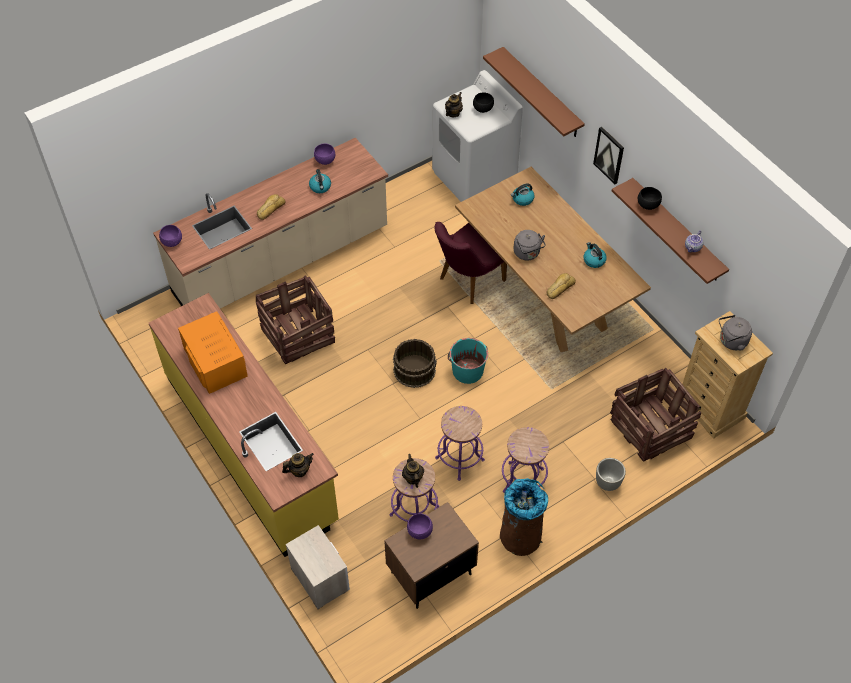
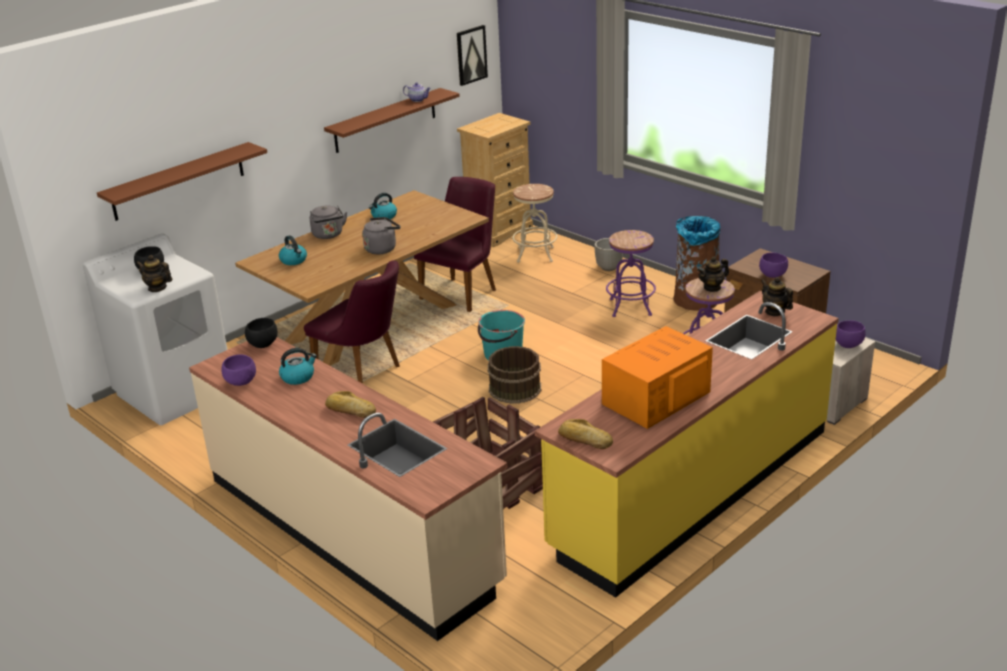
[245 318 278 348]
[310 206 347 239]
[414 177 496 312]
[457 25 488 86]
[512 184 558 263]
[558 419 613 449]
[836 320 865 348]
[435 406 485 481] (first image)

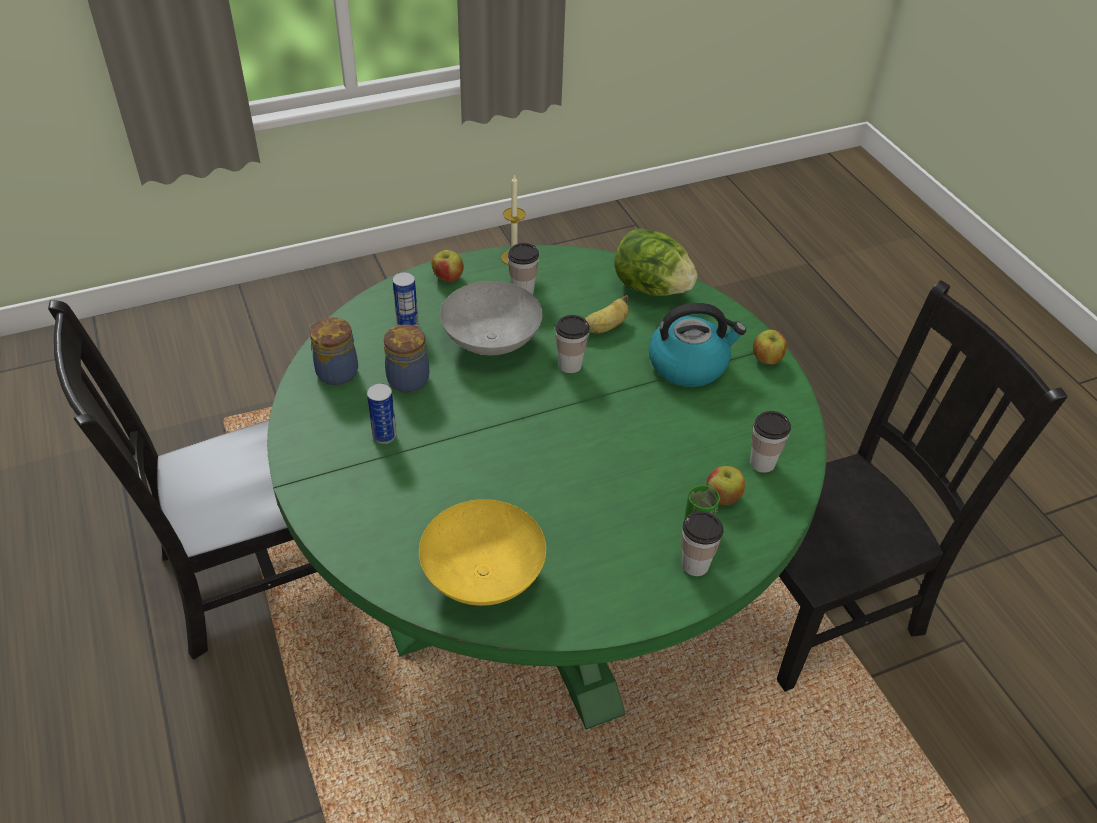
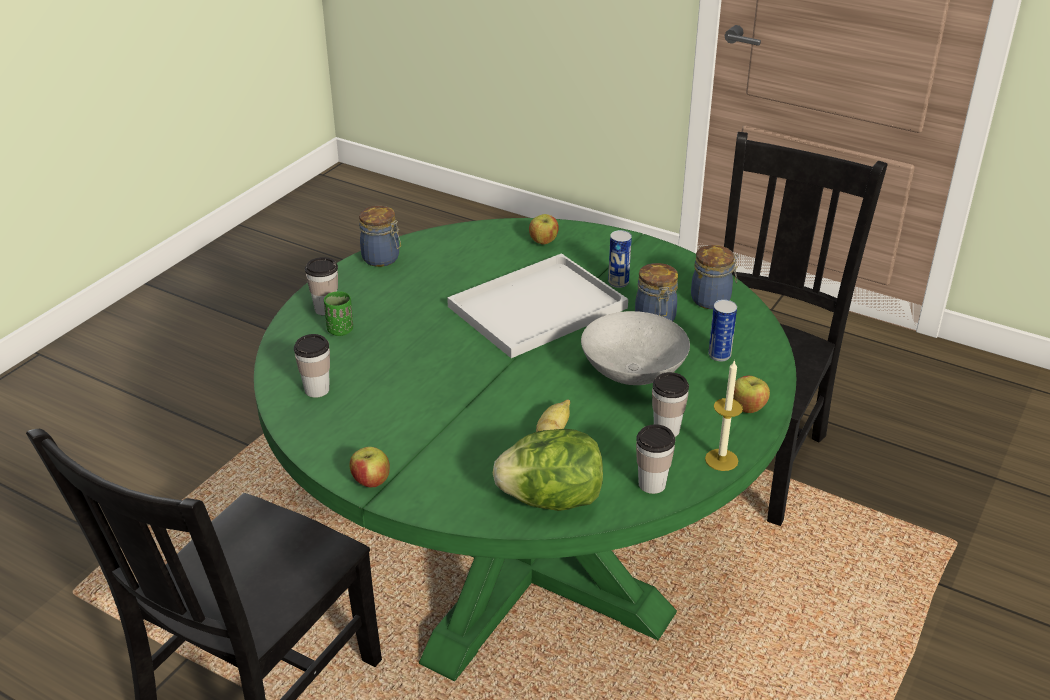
[359 206 401 267]
[447 253 628 358]
[529 214 559 244]
[636 424 675 494]
[419 499 546 606] (first image)
[649 303 746 387] (first image)

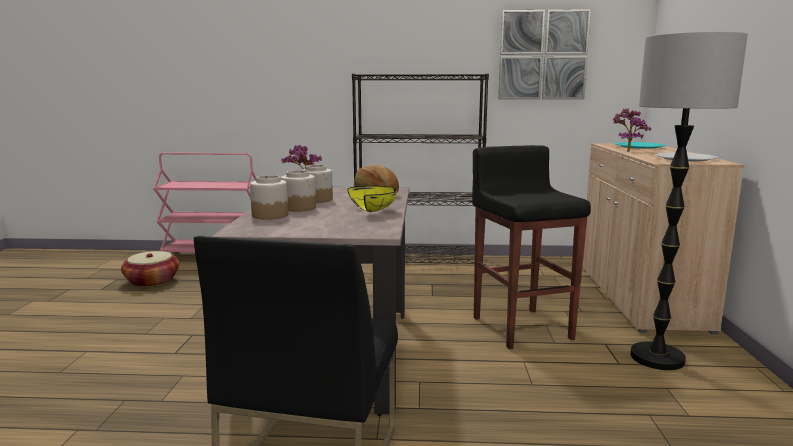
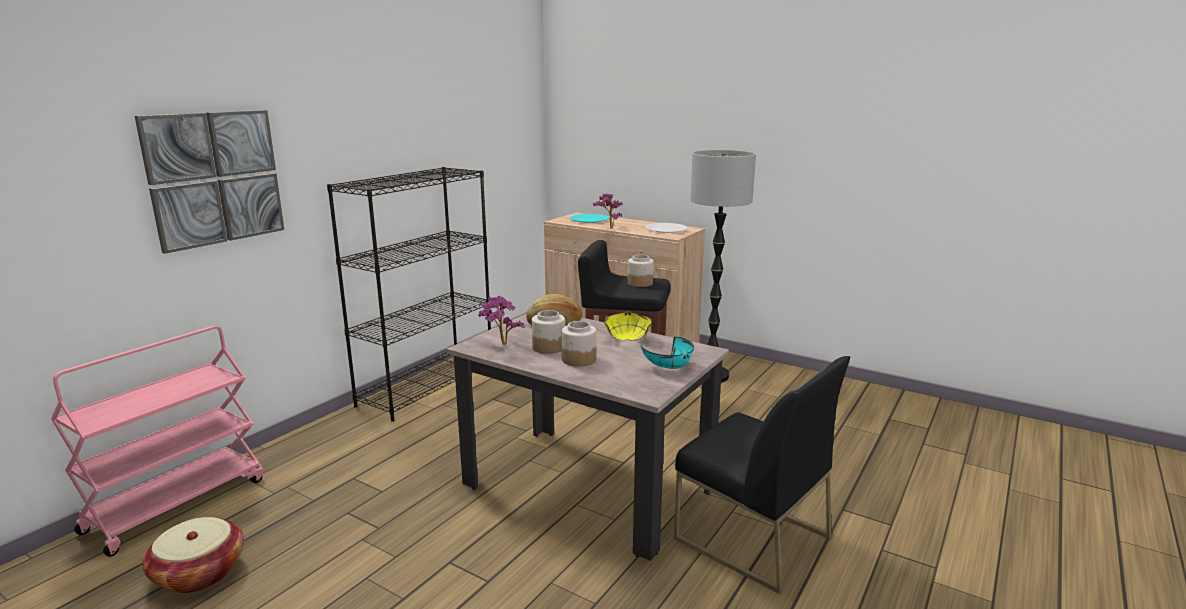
[135 110 284 254]
[628 255 654 287]
[641 337 694 369]

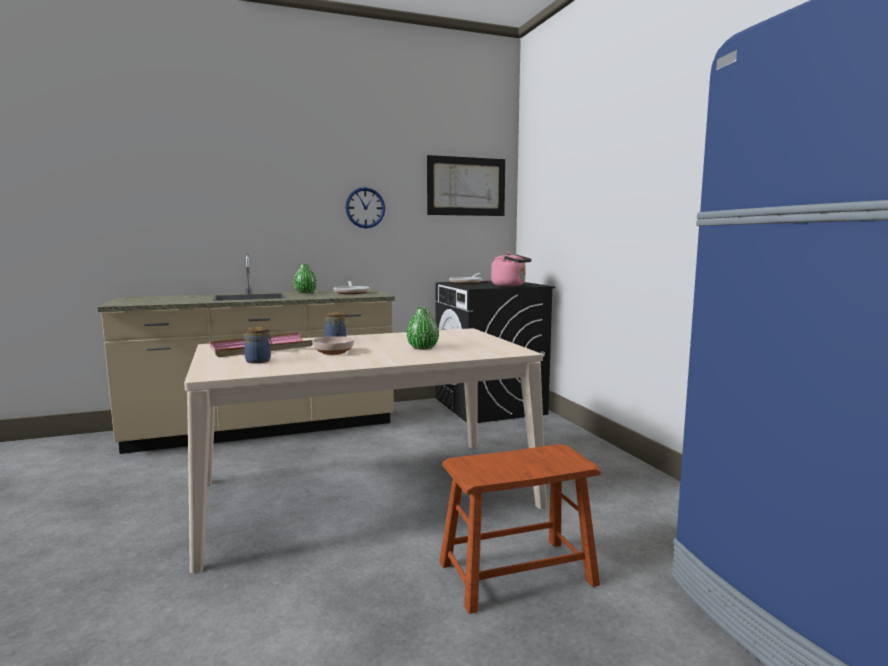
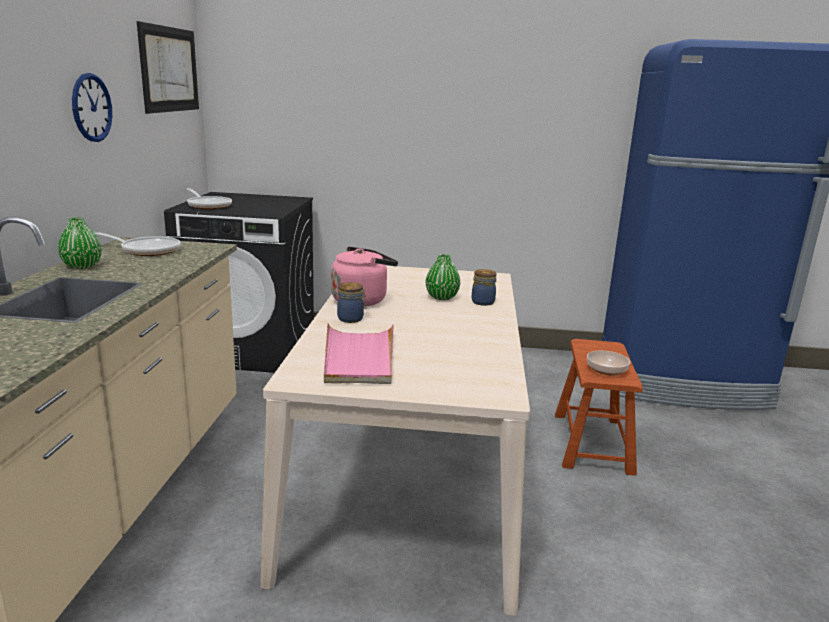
[331 247 398 307]
[472 269 497 306]
[587 351 630 376]

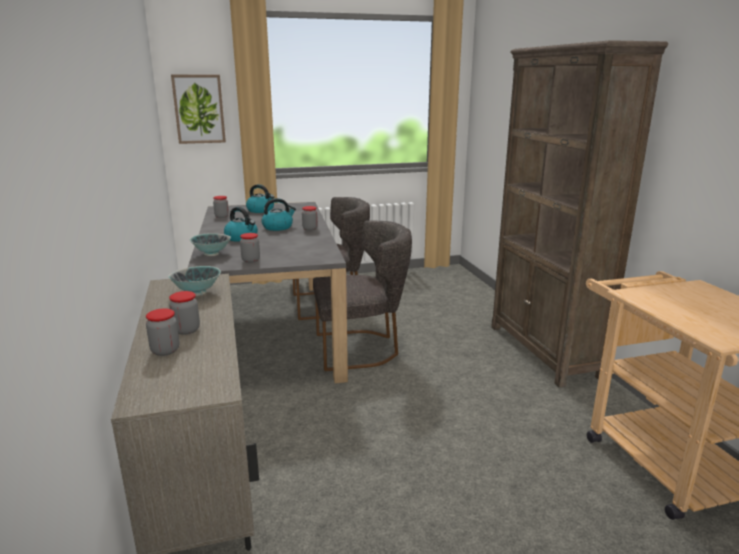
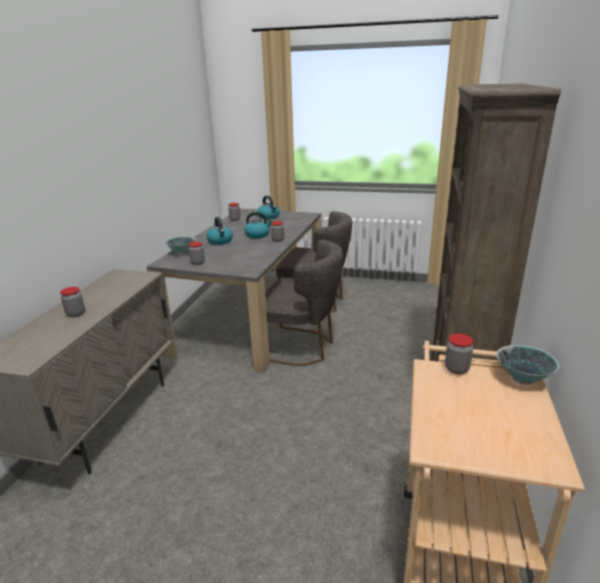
[445 333 473 374]
[496 345 559 385]
[171 75 226 144] (first image)

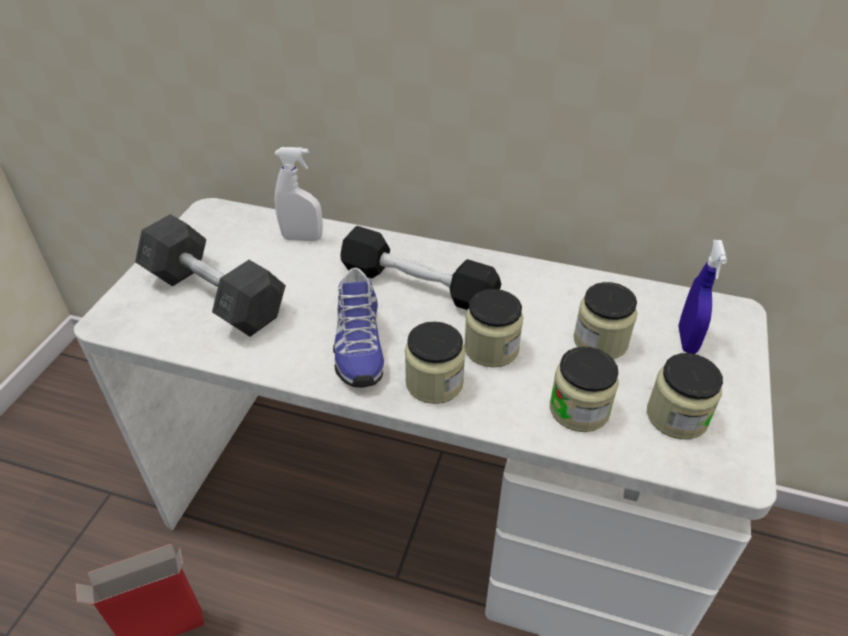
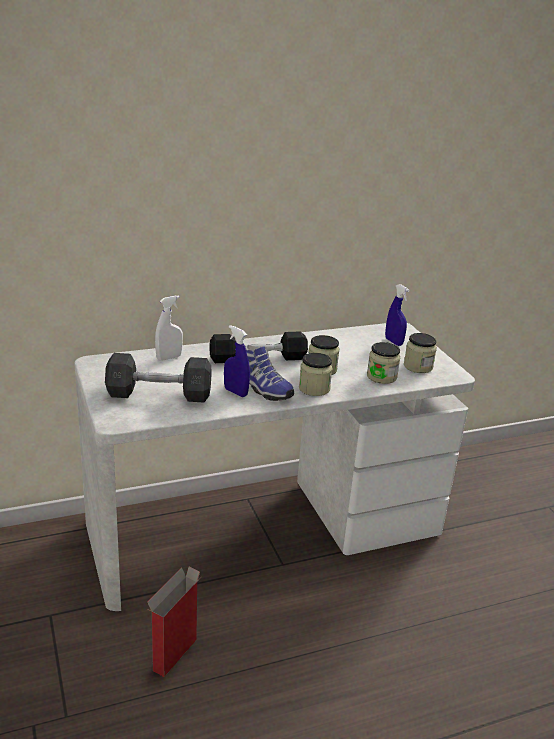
[224 325 250 397]
[573 282 638 359] (first image)

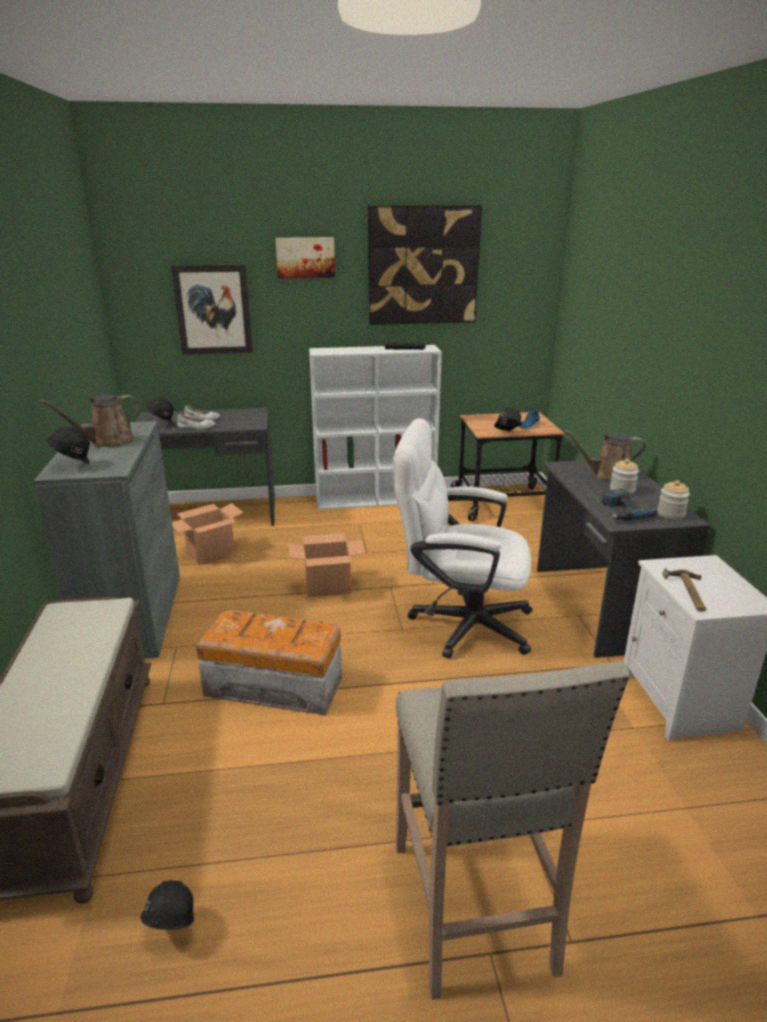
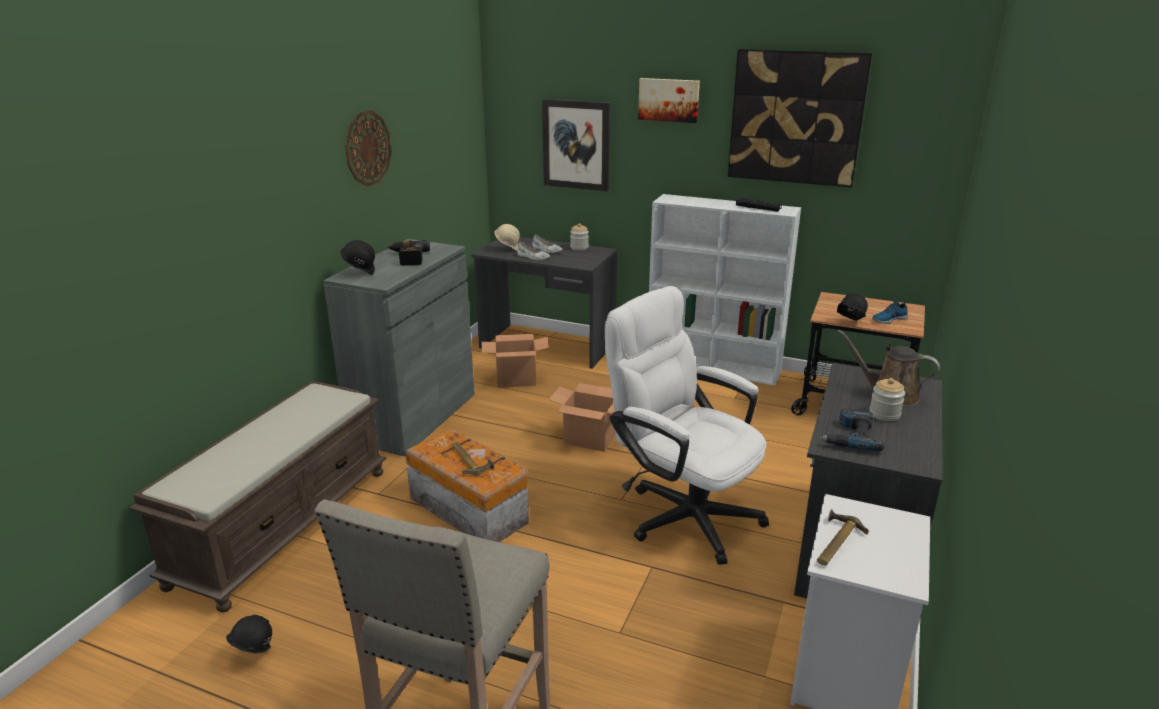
[345 110 391 186]
[386 240 430 265]
[452 442 494 475]
[494 224 520 251]
[570 223 589 250]

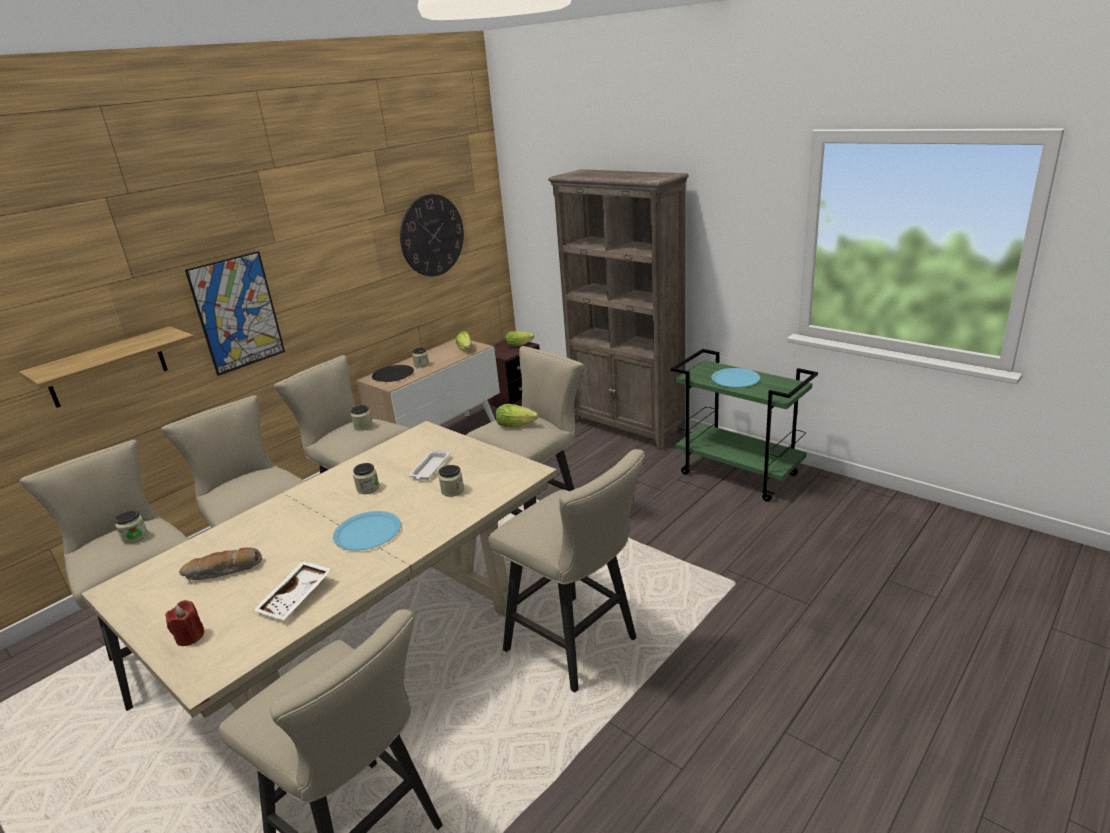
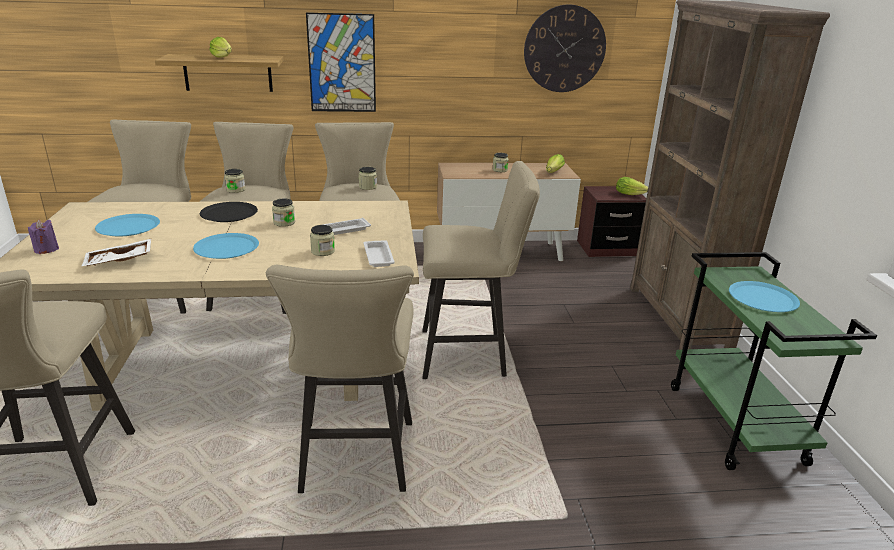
[28 220 59 254]
[95 214 160 236]
[200 202 258 222]
[210 37 232 57]
[224 169 245 193]
[363 240 395 267]

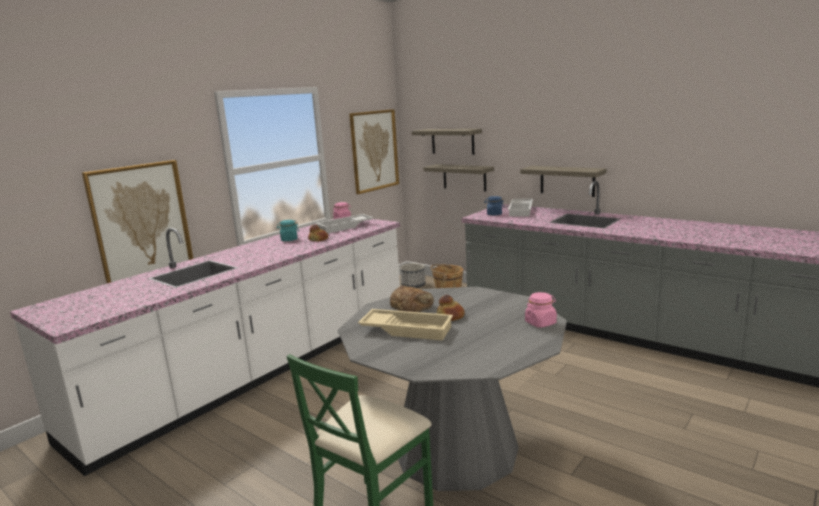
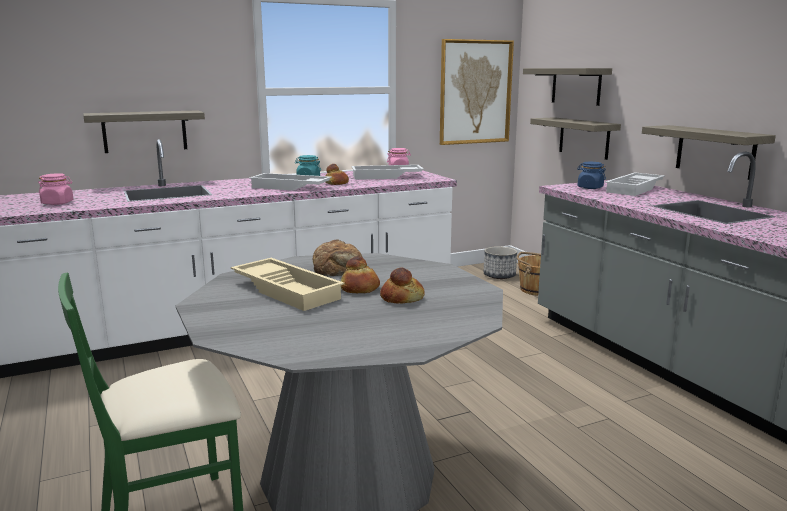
[38 173 73 205]
[83 110 205 153]
[249 173 332 190]
[380 267 425 304]

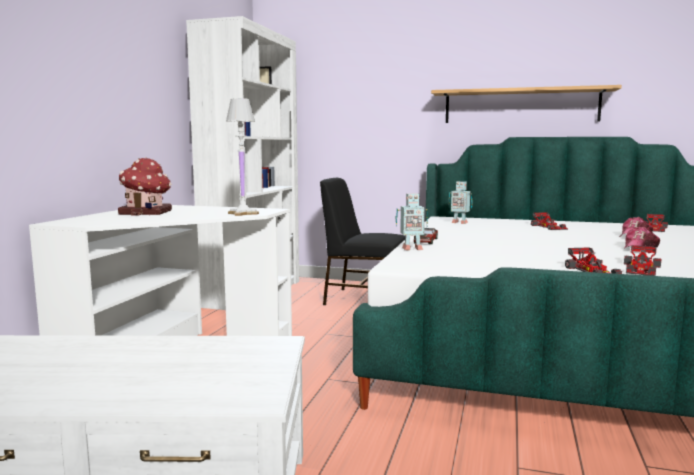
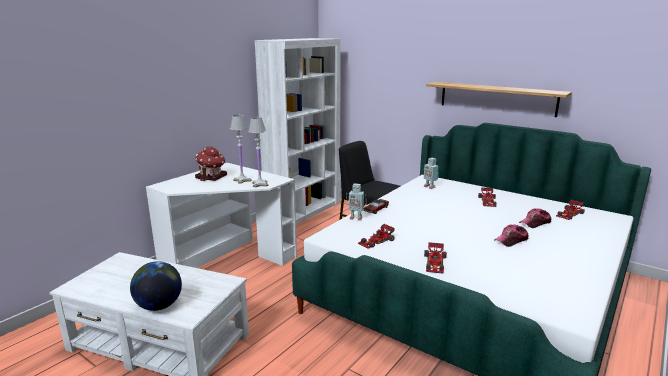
[130 261 182 311]
[230 115 251 183]
[358 224 395 248]

